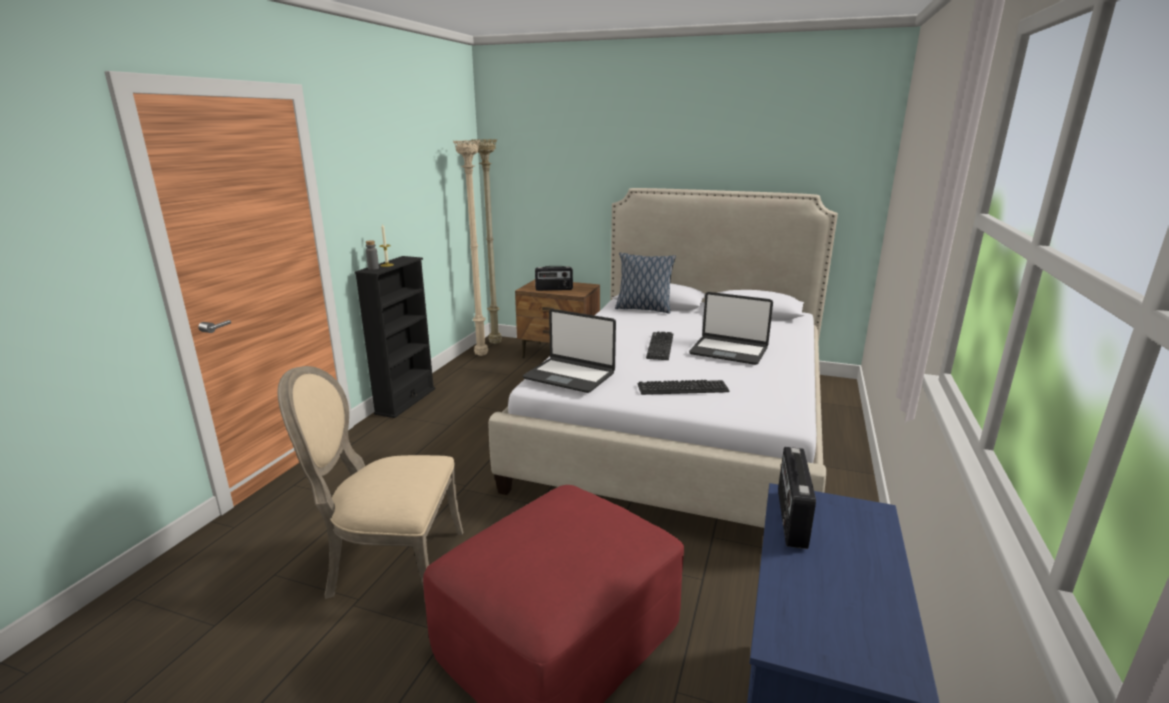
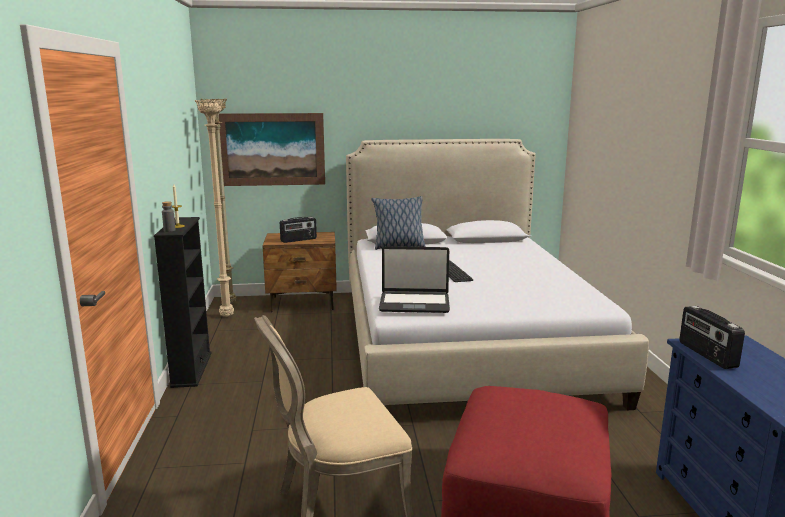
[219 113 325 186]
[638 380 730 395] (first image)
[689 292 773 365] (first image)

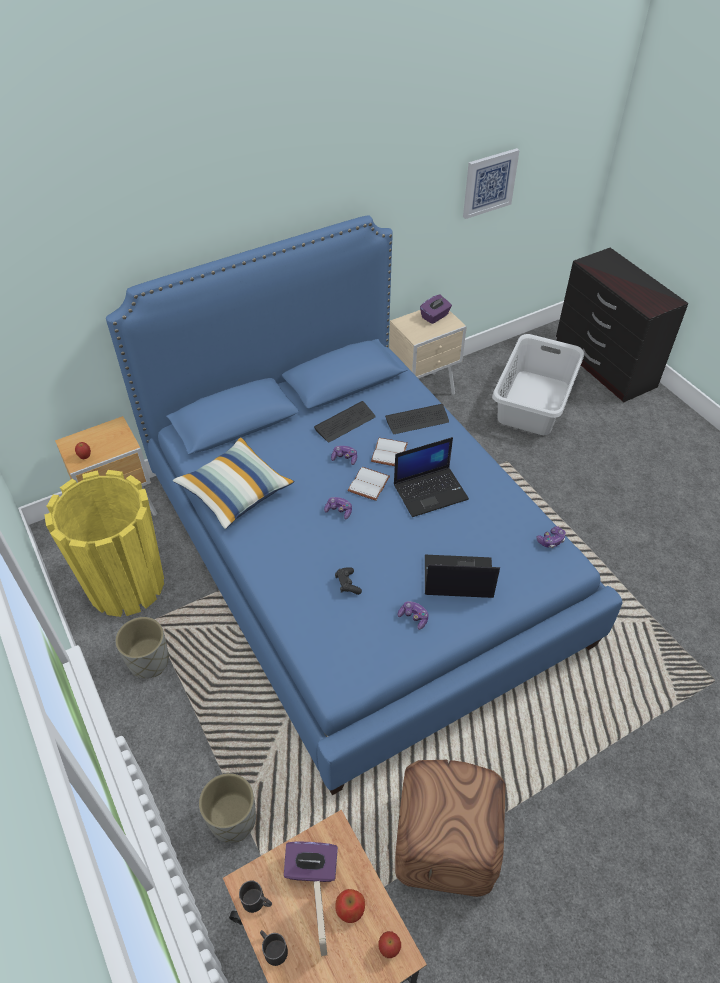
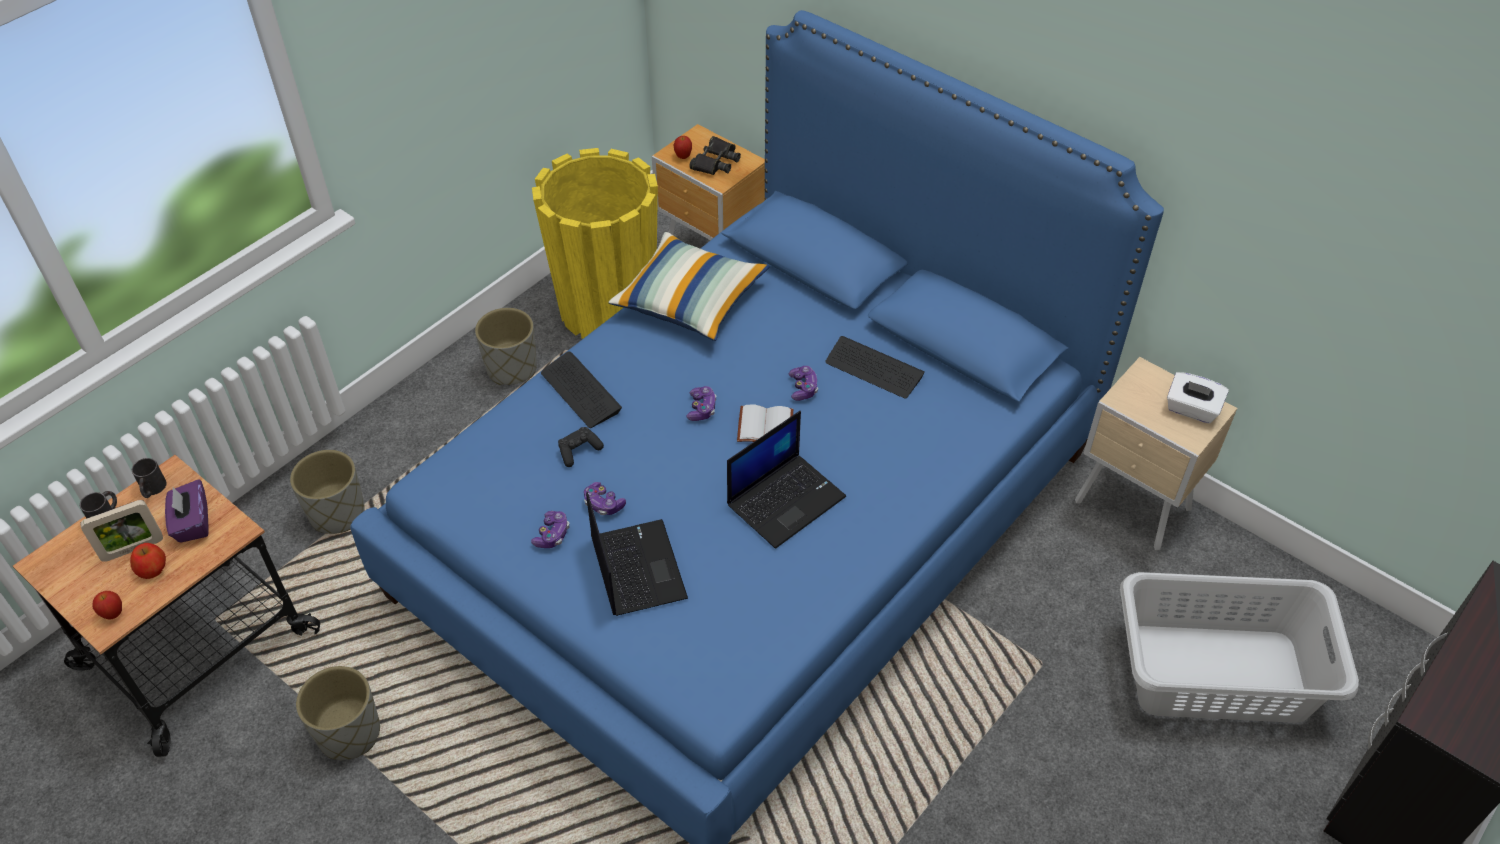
[296 666 380 760]
[541 352 622 428]
[584 482 626 515]
[689 136 741 175]
[727 411 846 549]
[1167 372 1229 424]
[371 438 408 466] (first image)
[463 148 520 219] (first image)

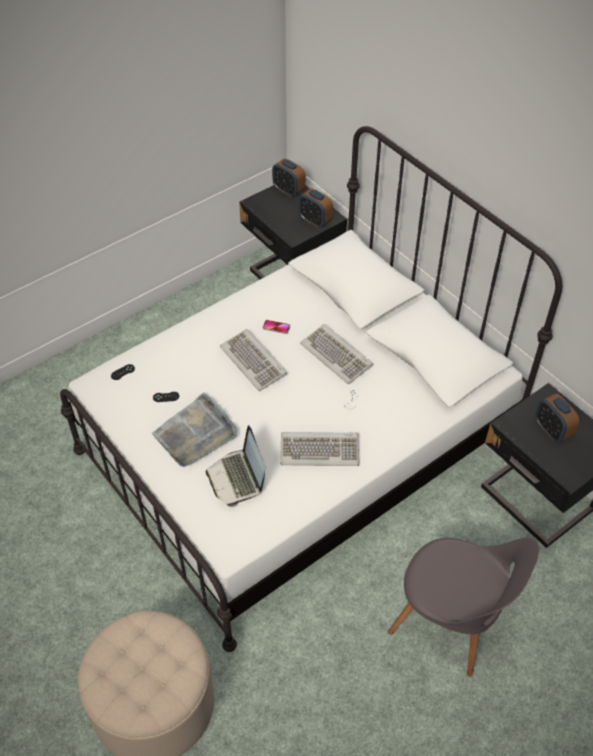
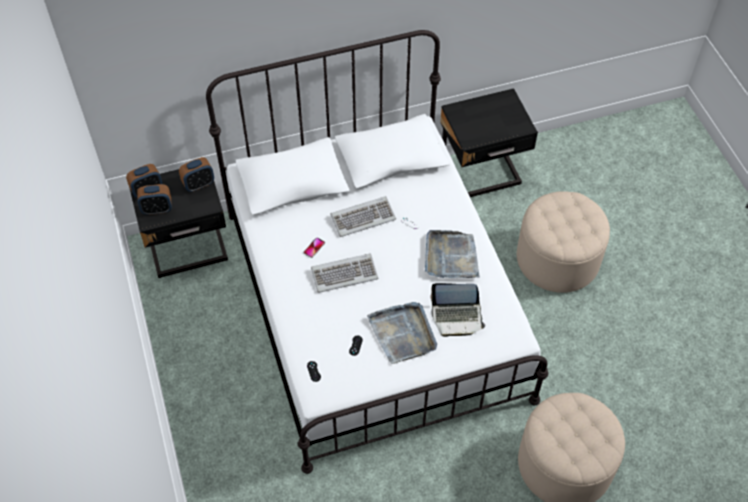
[137 184 172 215]
[425 230 480 278]
[517 191 610 293]

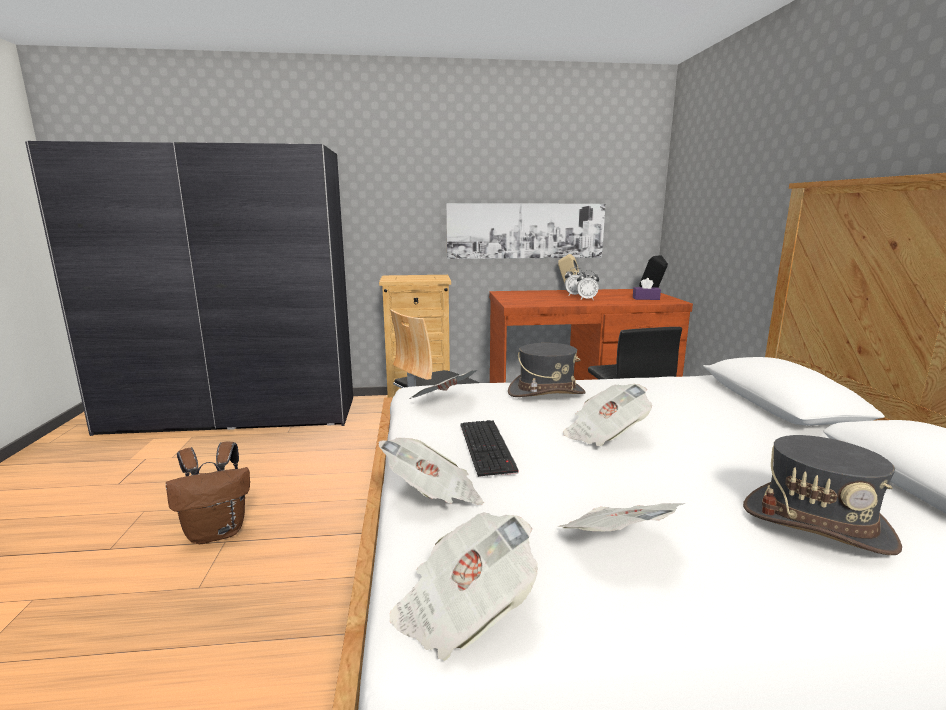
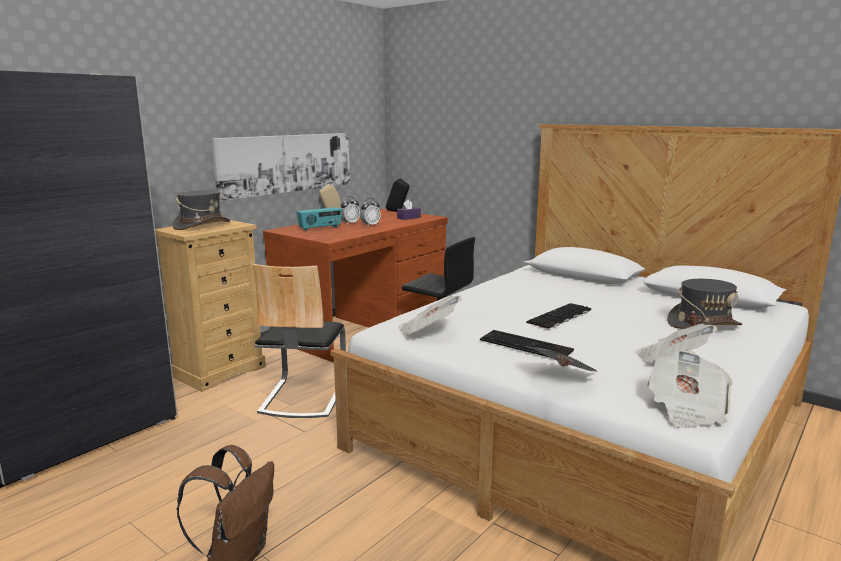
[172 190 230 230]
[297 207 342 231]
[526 303 591 329]

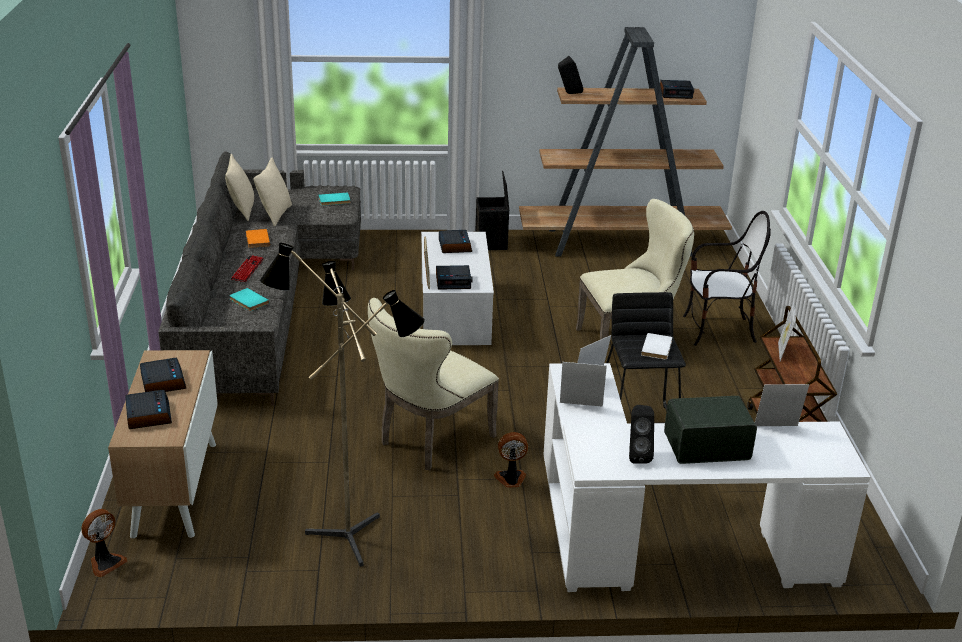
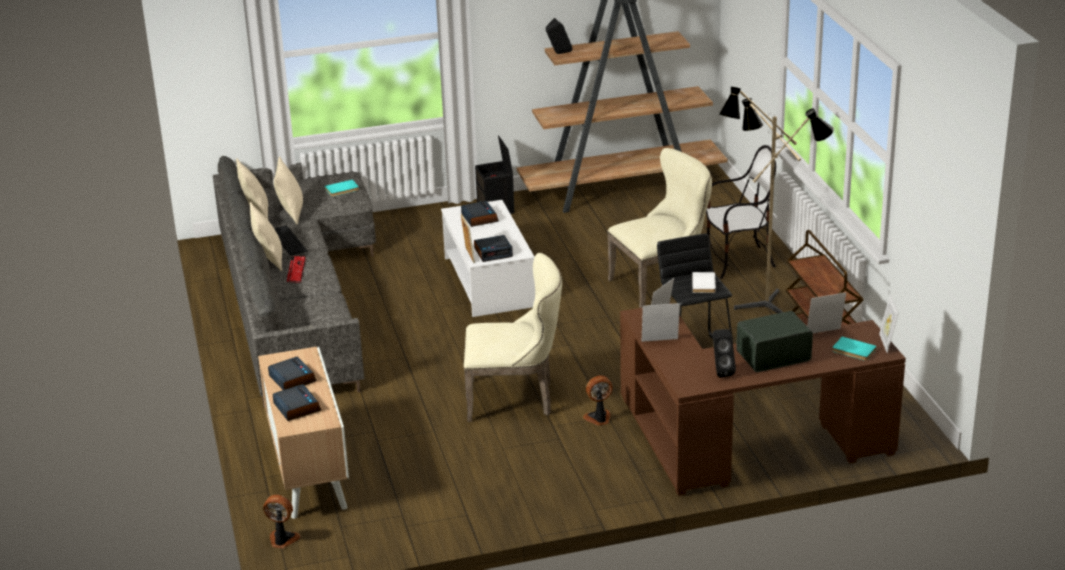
[250 202 282 271]
[263 495 301 548]
[274 225 307 256]
[464 253 562 422]
[620 303 906 496]
[719 87 834 314]
[833 337 877 361]
[879 294 899 353]
[660 80 694 99] (first image)

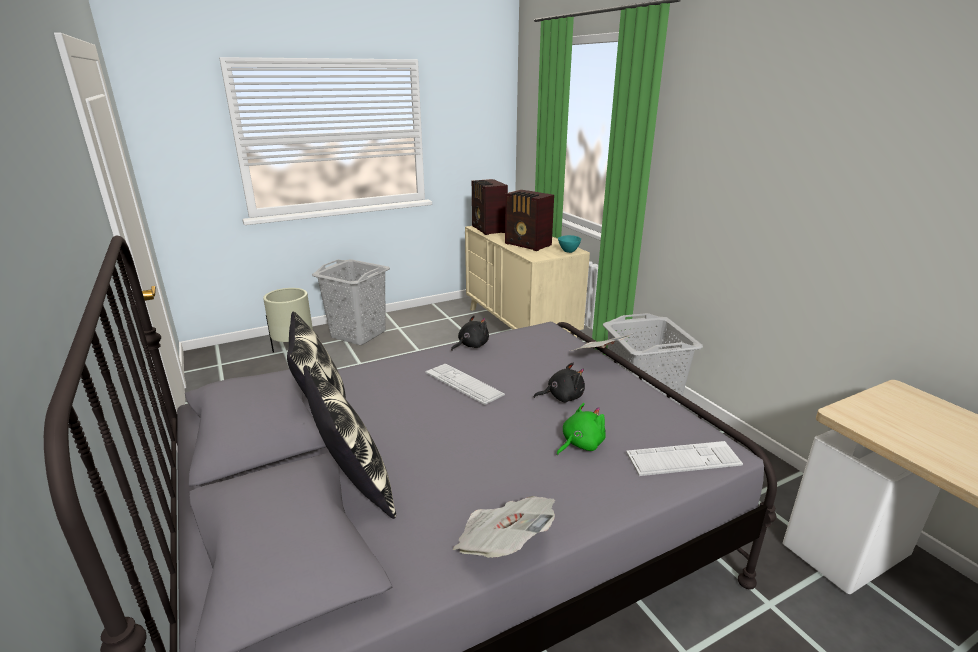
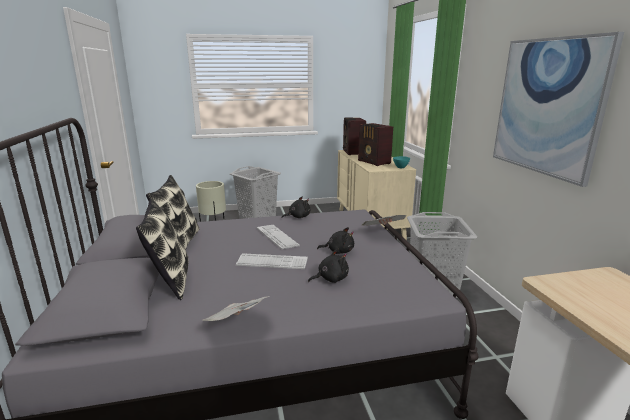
[236 253 308 269]
[308 250 349 283]
[493 32 624 187]

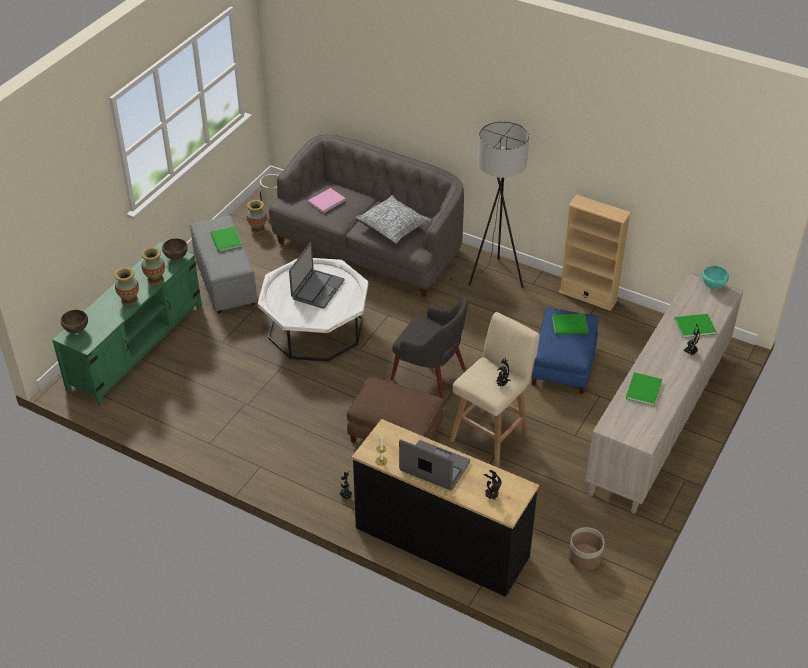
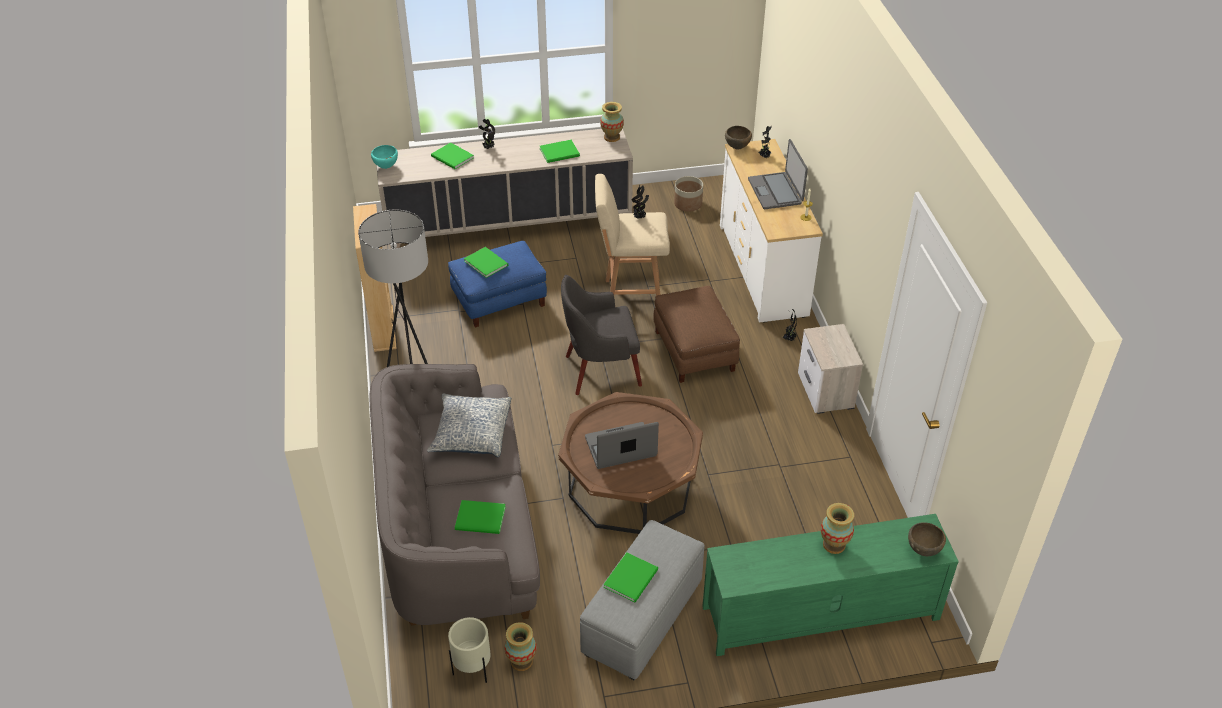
[455 500 506 534]
[558 392 703 534]
[561 275 642 395]
[600 102 624 142]
[720 139 823 323]
[725 126 752 150]
[798 324 863 414]

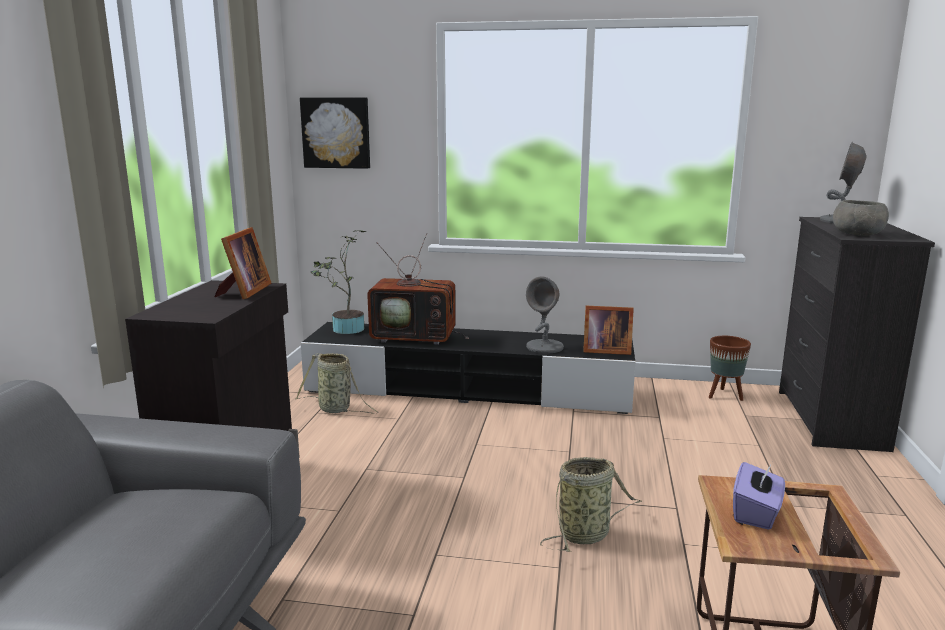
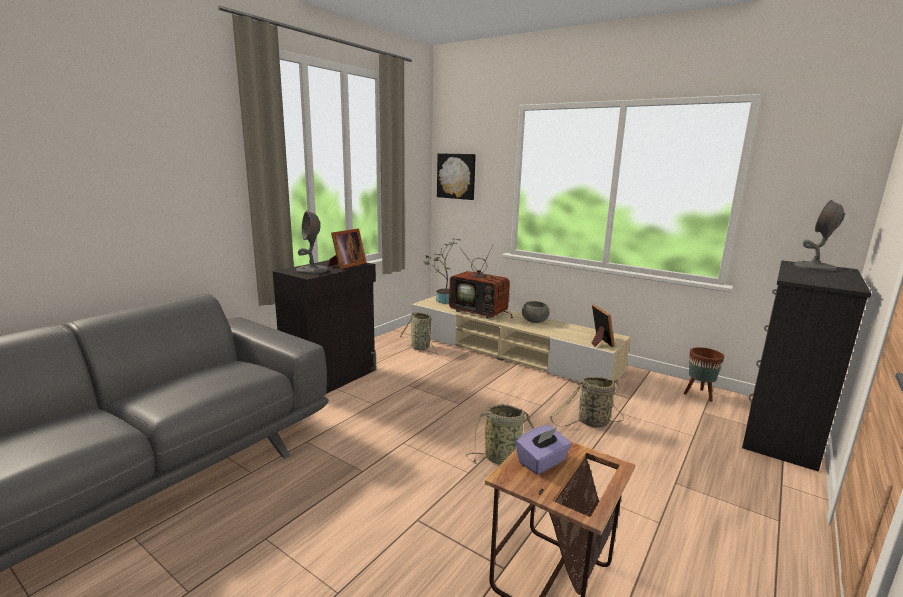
[296 210 328 274]
[411 296 631 382]
[522 301 549 323]
[549 377 624 428]
[592 305 615 347]

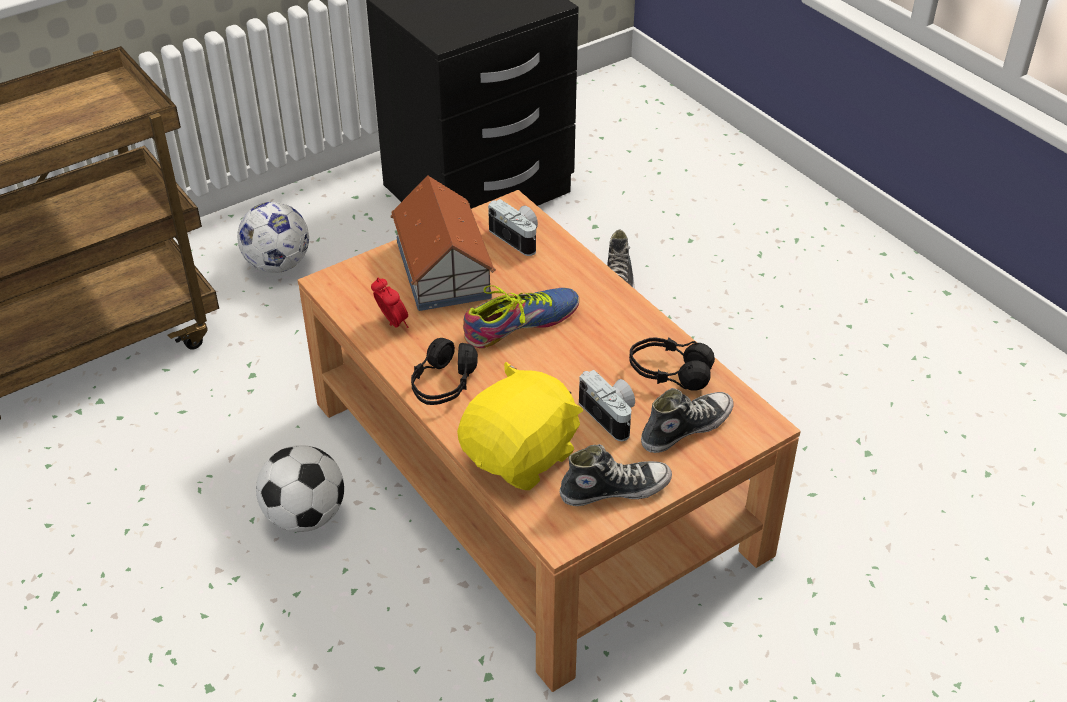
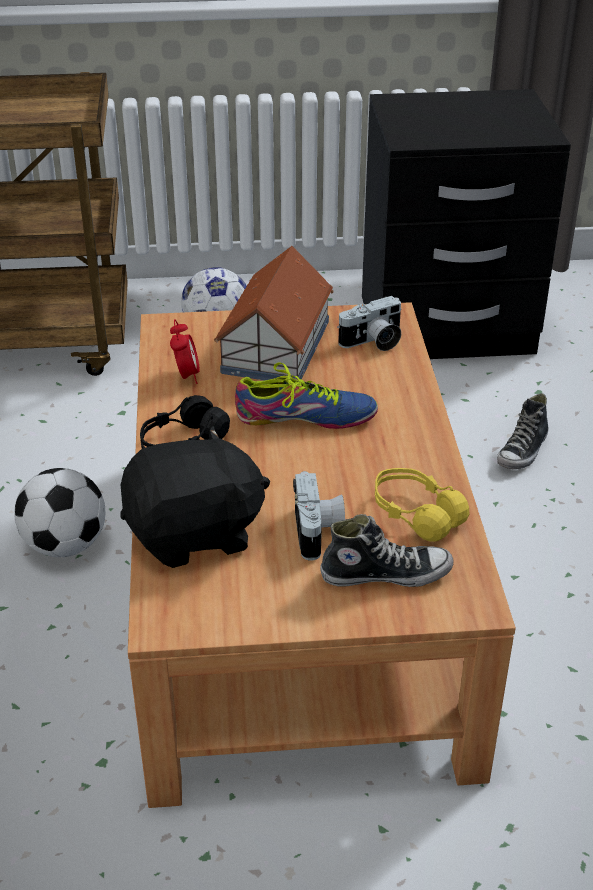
[120 426 270 568]
[337 296 401 351]
[375 468 469 542]
[560 444 672 506] (first image)

